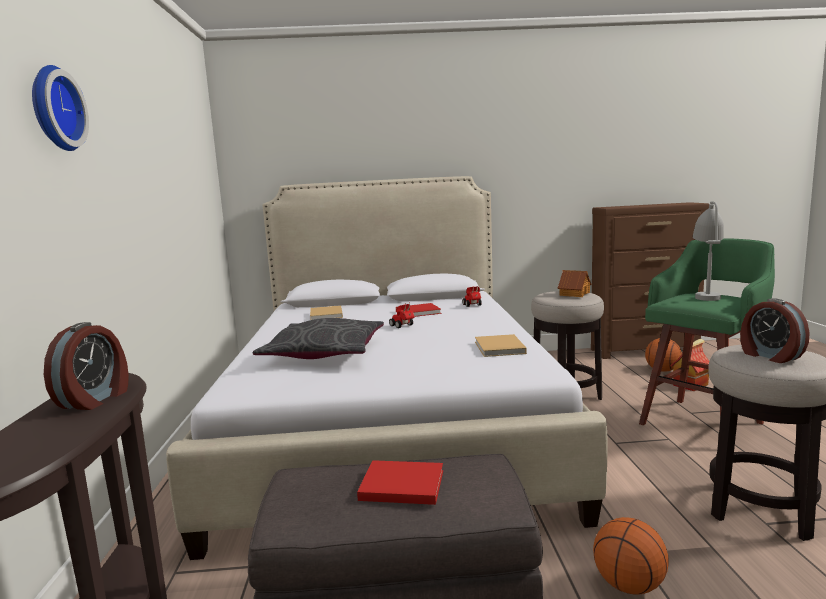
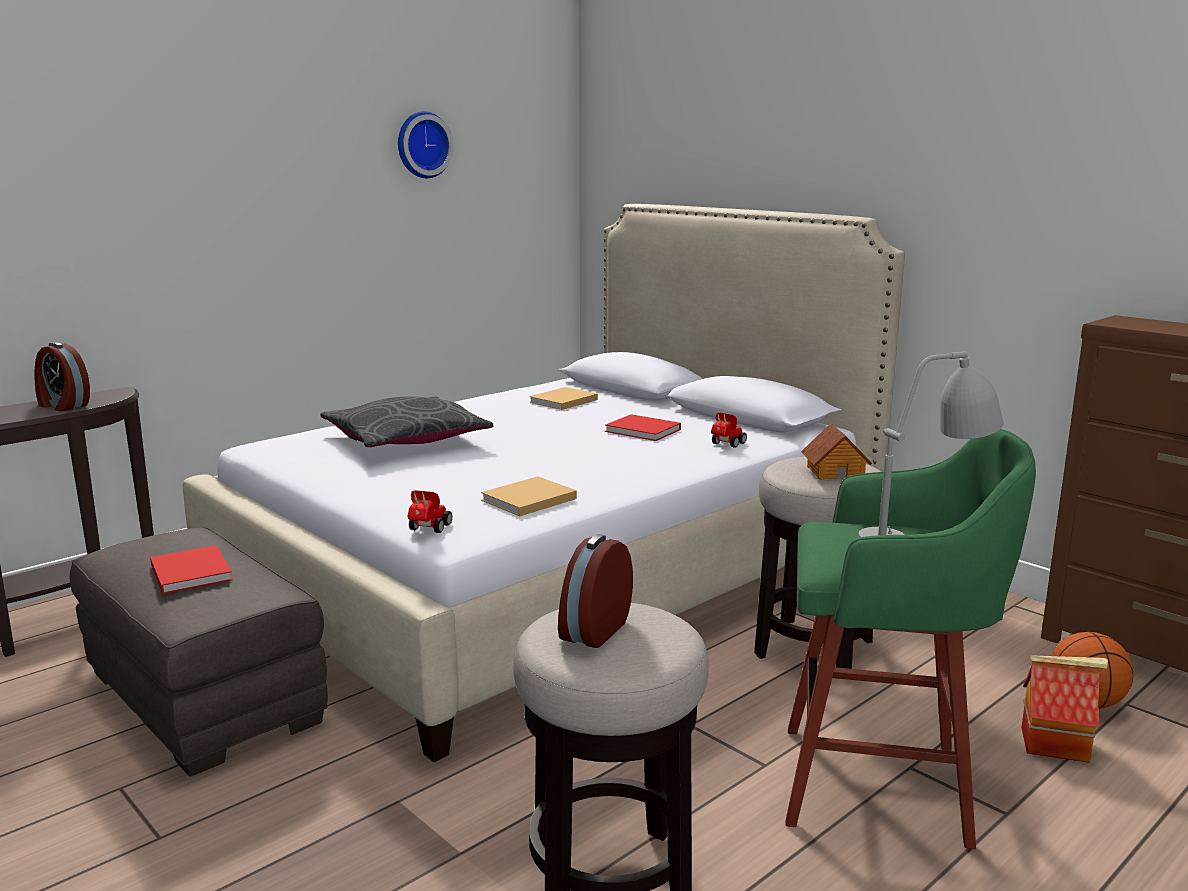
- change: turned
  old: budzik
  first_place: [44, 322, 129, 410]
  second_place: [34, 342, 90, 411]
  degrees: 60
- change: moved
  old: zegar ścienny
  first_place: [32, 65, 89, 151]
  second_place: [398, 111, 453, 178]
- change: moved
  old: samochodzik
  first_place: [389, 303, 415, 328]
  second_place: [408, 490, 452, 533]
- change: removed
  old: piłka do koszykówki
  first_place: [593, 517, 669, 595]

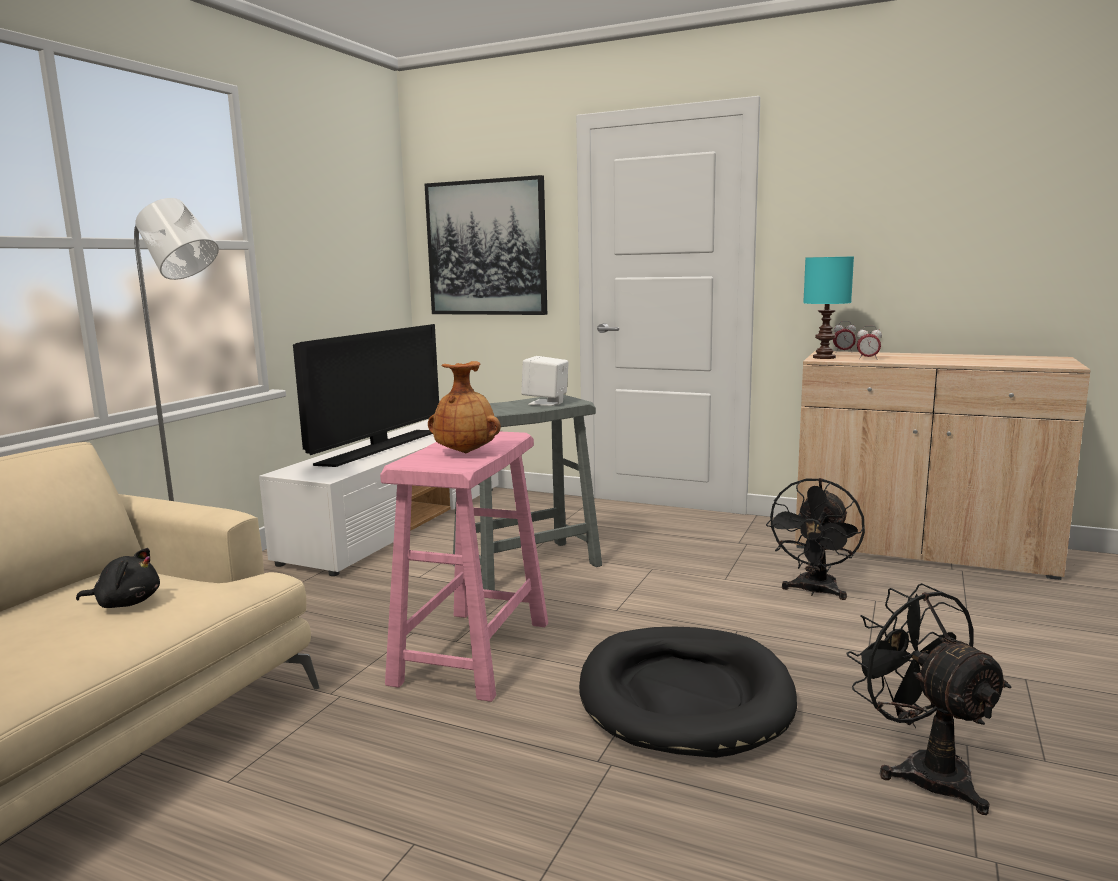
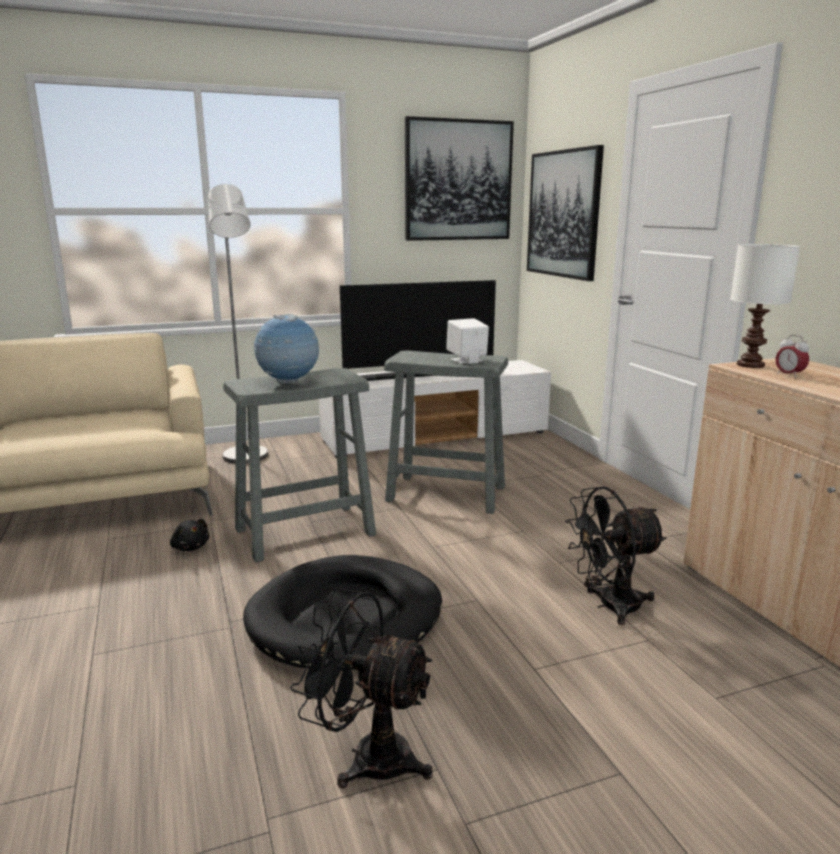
- change: moved
  old: pluszak (czarny)
  first_place: [76, 548, 160, 608]
  second_place: [170, 519, 209, 551]
- change: recoloured
  old: stołek (różowy)
  new: stołek (szary)
  first_place: [380, 432, 548, 702]
  second_place: [223, 368, 376, 563]
- change: replaced
  old: wazon (brązowy)
  new: globus
  first_place: [428, 361, 501, 453]
  second_place: [253, 314, 319, 384]
- change: turned
  old: wentylator (czarny)
  first_place: [847, 583, 1012, 815]
  second_place: [290, 588, 433, 789]
  degrees: -90
- change: added
  new: obraz
  second_place: [405, 116, 514, 241]
- change: recoloured
  old: lampa stołowa (turkusowy)
  new: lampa stołowa (biały)
  first_place: [803, 256, 854, 359]
  second_place: [731, 244, 800, 368]
- change: removed
  old: budzik
  first_place: [833, 321, 856, 353]

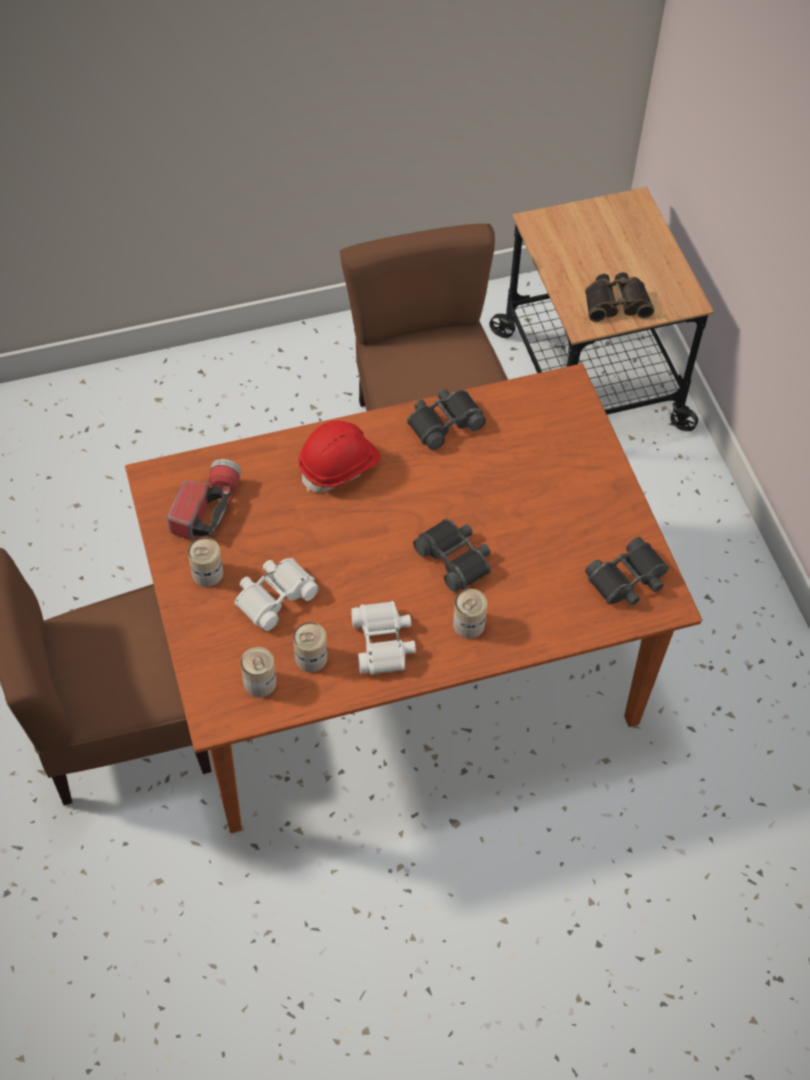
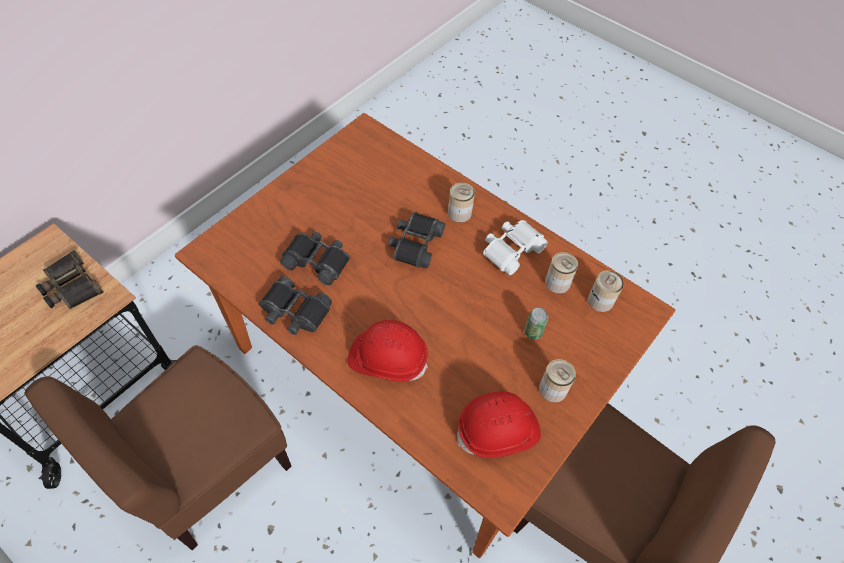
- change: moved
  old: lornetka (czarny)
  first_place: [585, 537, 669, 606]
  second_place: [280, 232, 350, 285]
- change: replaced
  old: latarka
  new: kask (czerwony)
  first_place: [167, 459, 241, 540]
  second_place: [457, 391, 541, 458]
- change: replaced
  old: lornetka (biały)
  new: puszka
  first_place: [235, 558, 319, 631]
  second_place: [524, 308, 548, 340]

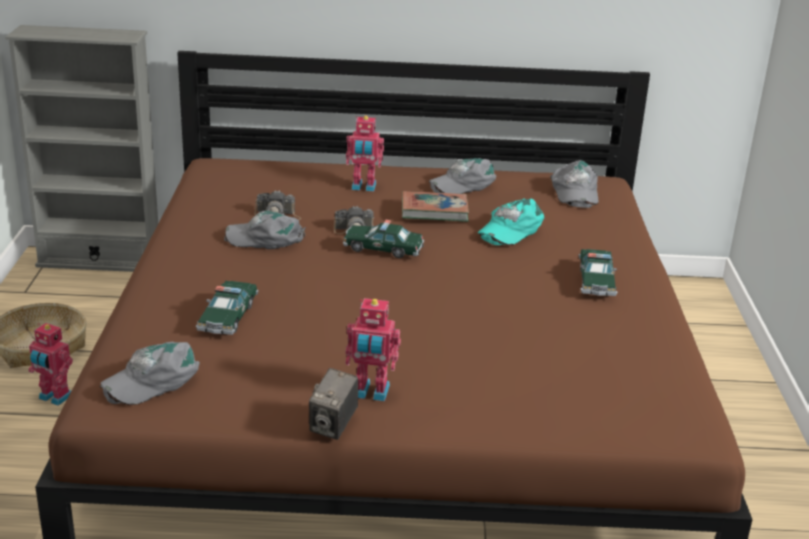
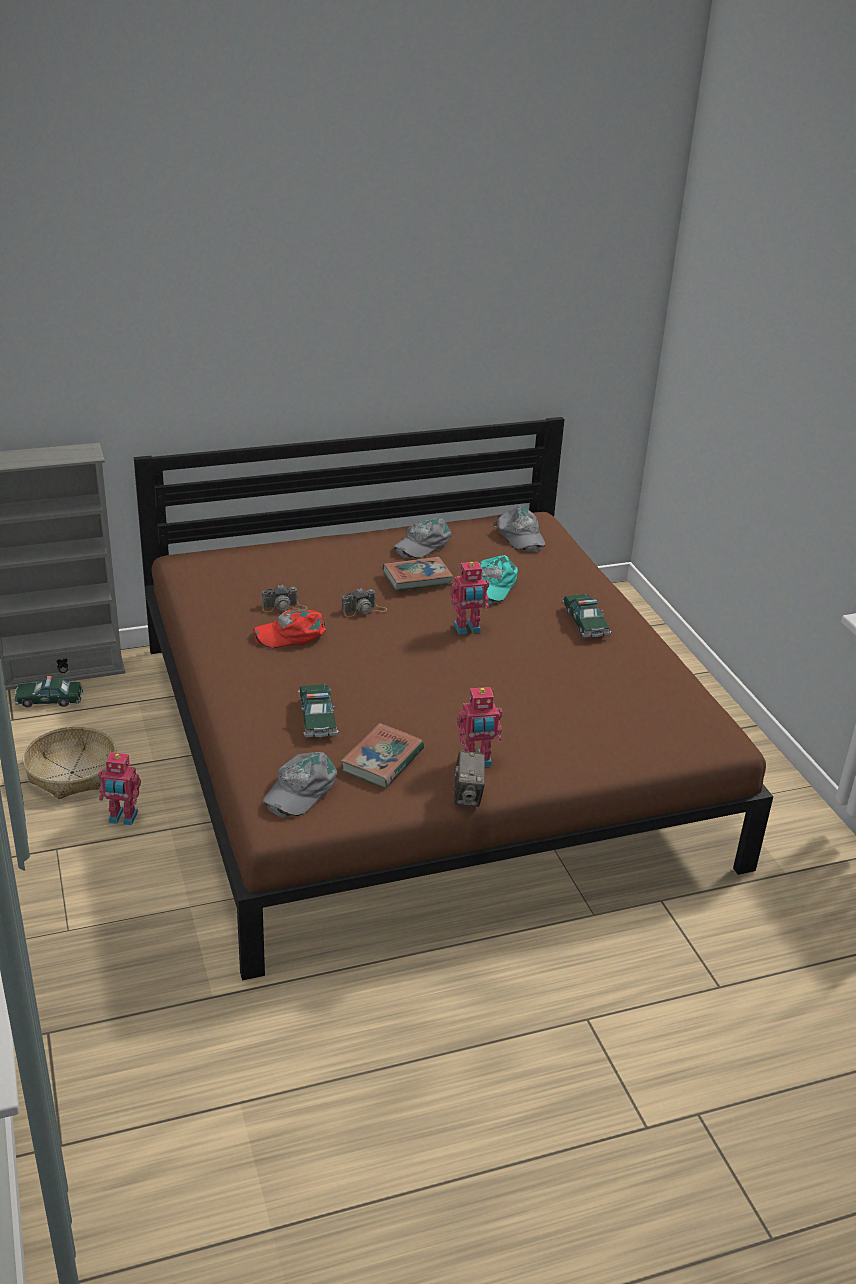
- change: moved
  old: samochodzik
  first_place: [343, 220, 424, 258]
  second_place: [14, 676, 83, 707]
- change: recoloured
  old: czapka z daszkiem (szary)
  new: czapka z daszkiem (czerwony)
  first_place: [224, 211, 306, 249]
  second_place: [253, 610, 326, 648]
- change: added
  new: książka
  second_place: [341, 723, 424, 788]
- change: moved
  old: robot zabawkowy
  first_place: [346, 116, 384, 191]
  second_place: [450, 562, 489, 635]

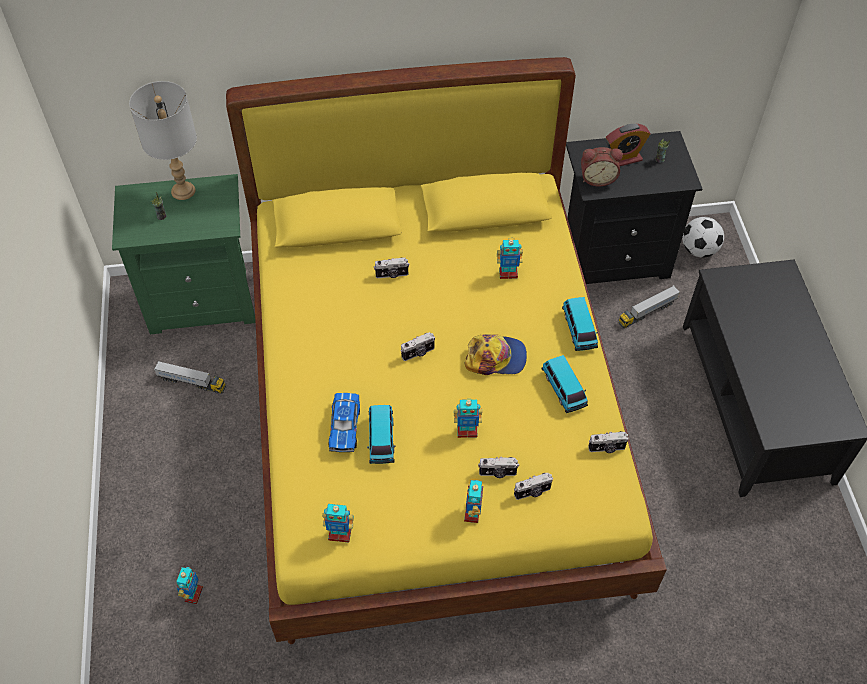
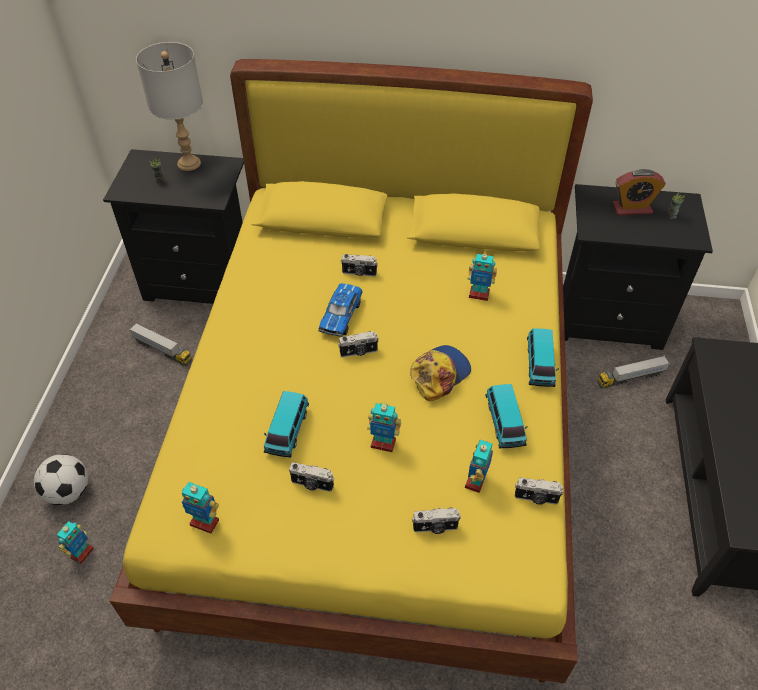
- change: moved
  old: piłka futbolowa
  first_place: [682, 217, 724, 258]
  second_place: [34, 454, 88, 505]
- change: recoloured
  old: szafka nocna (zielony)
  new: szafka nocna (czarny)
  first_place: [112, 174, 256, 334]
  second_place: [103, 149, 244, 304]
- change: moved
  old: aparat fotograficzny
  first_place: [478, 457, 519, 478]
  second_place: [289, 462, 334, 492]
- change: moved
  old: samochodzik
  first_place: [329, 393, 360, 452]
  second_place: [318, 283, 362, 337]
- change: turned
  old: czapka z daszkiem
  first_place: [464, 334, 527, 375]
  second_place: [410, 345, 471, 401]
  degrees: -60
- change: moved
  old: robot zabawkowy
  first_place: [464, 480, 483, 523]
  second_place: [465, 440, 493, 493]
- change: removed
  old: budzik
  first_place: [581, 147, 623, 186]

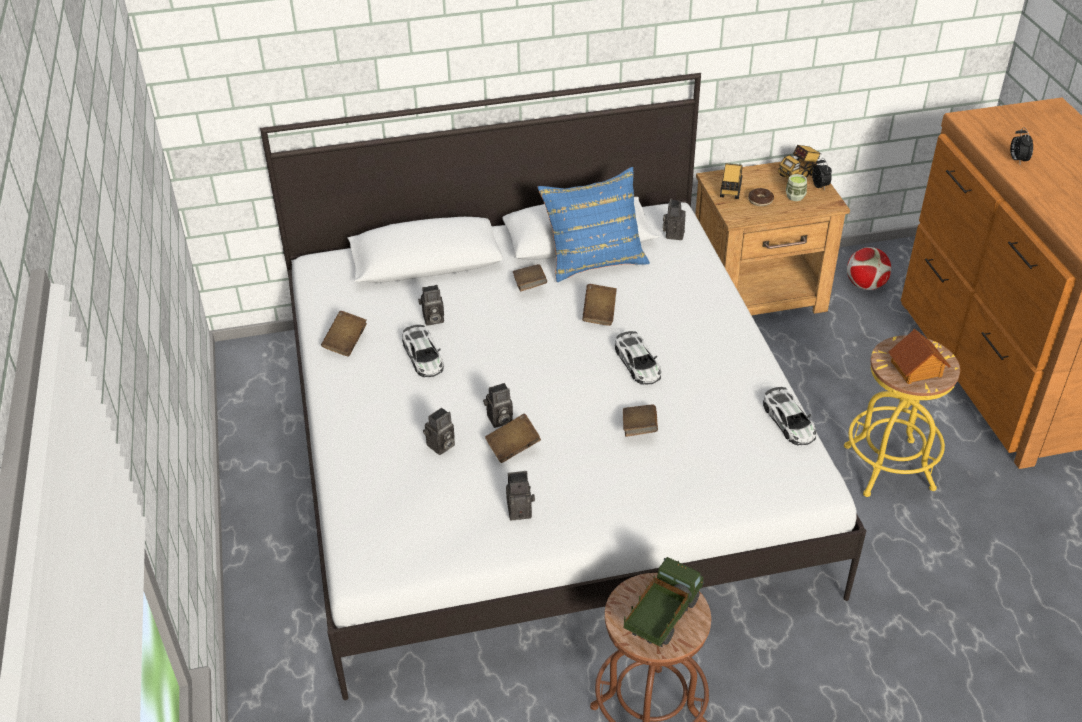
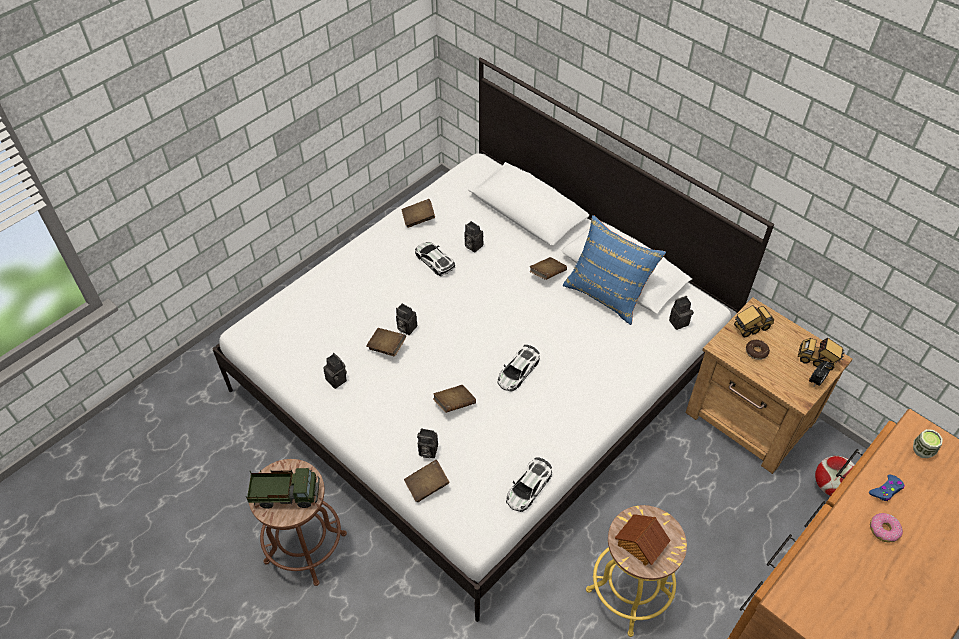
- change: moved
  old: książka (brązowy)
  first_place: [582, 284, 617, 326]
  second_place: [404, 460, 450, 502]
- change: turned
  old: samochodzik
  first_place: [402, 325, 444, 377]
  second_place: [415, 242, 455, 276]
  degrees: 105
- change: moved
  old: aparat fotograficzny
  first_place: [423, 408, 455, 455]
  second_place: [417, 428, 438, 459]
- change: replaced
  old: budzik
  new: pad do gier (niebieski)
  first_place: [1010, 127, 1033, 164]
  second_place: [869, 475, 905, 501]
- change: added
  new: donut
  second_place: [870, 513, 903, 543]
- change: moved
  old: filiżanka
  first_place: [786, 174, 807, 201]
  second_place: [913, 429, 943, 458]

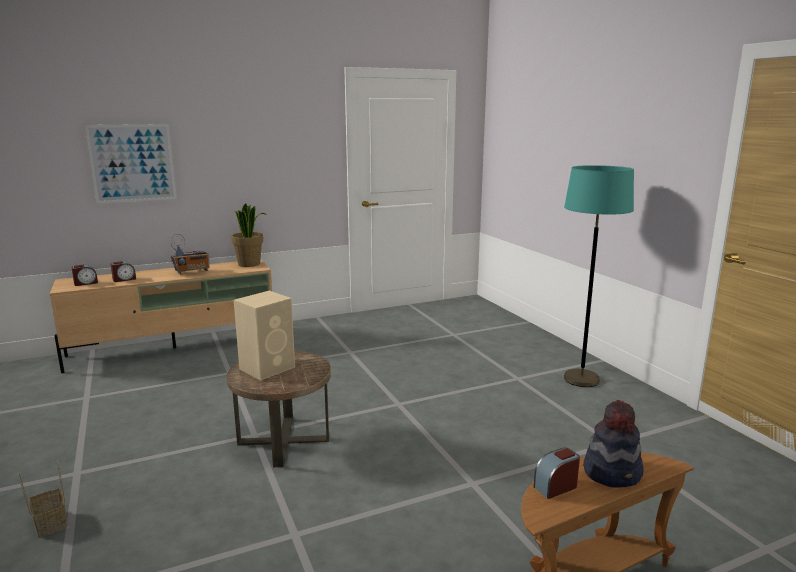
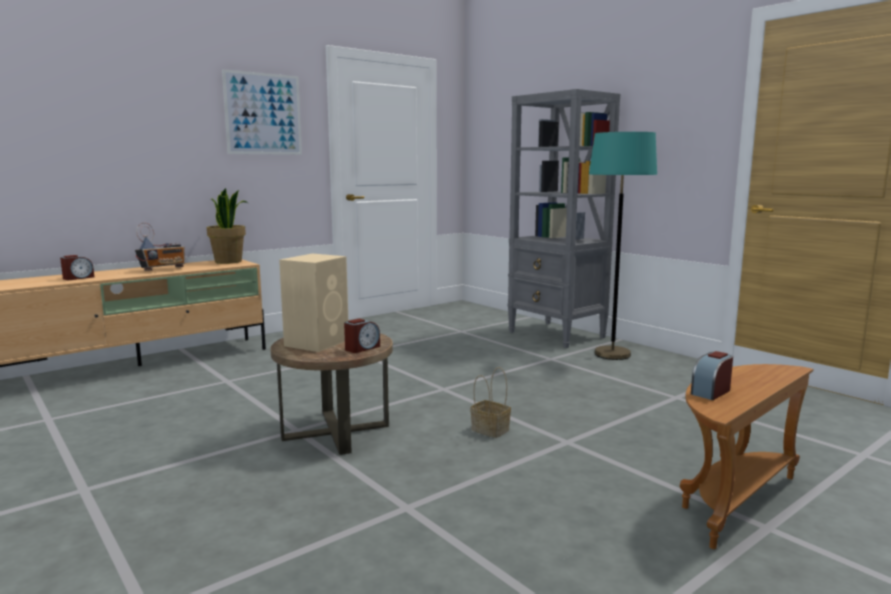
- change: moved
  old: obraz
  first_place: [85, 124, 177, 204]
  second_place: [222, 69, 302, 155]
- change: moved
  old: budzik
  first_place: [71, 265, 98, 286]
  second_place: [344, 319, 380, 353]
- change: moved
  old: koszyk
  first_place: [18, 460, 67, 538]
  second_place: [470, 367, 511, 438]
- change: added
  new: regał (szary)
  second_place: [507, 89, 620, 348]
- change: removed
  old: kapelusz
  first_place: [583, 400, 644, 488]

